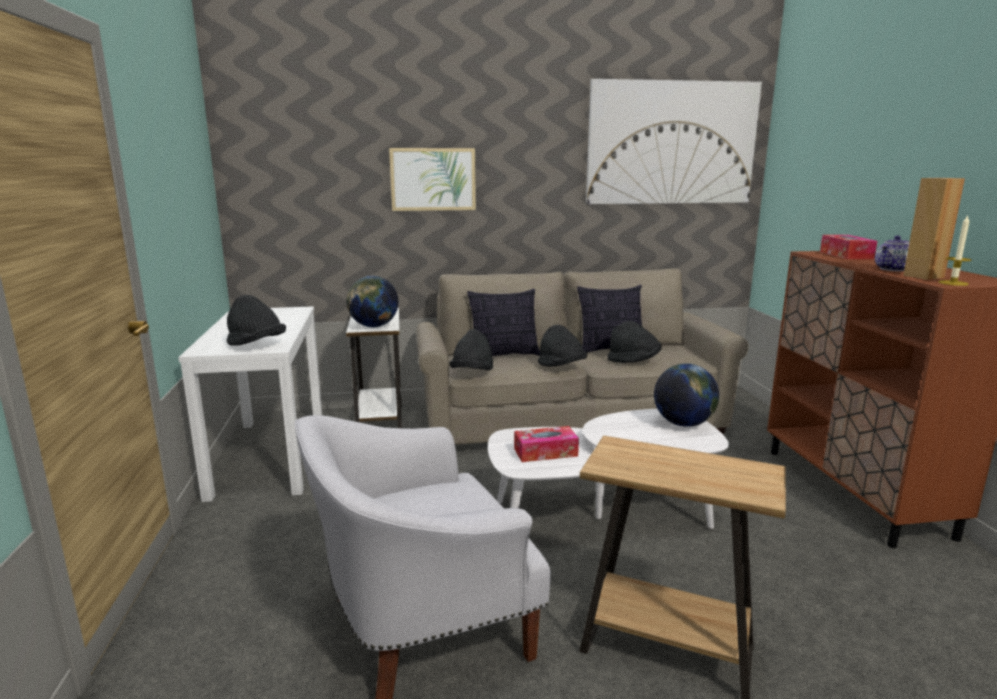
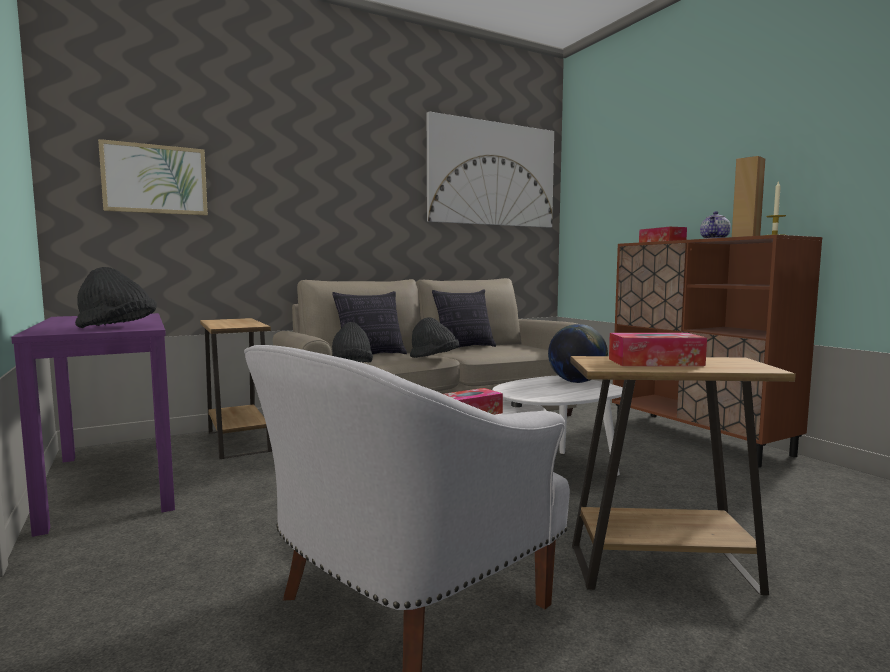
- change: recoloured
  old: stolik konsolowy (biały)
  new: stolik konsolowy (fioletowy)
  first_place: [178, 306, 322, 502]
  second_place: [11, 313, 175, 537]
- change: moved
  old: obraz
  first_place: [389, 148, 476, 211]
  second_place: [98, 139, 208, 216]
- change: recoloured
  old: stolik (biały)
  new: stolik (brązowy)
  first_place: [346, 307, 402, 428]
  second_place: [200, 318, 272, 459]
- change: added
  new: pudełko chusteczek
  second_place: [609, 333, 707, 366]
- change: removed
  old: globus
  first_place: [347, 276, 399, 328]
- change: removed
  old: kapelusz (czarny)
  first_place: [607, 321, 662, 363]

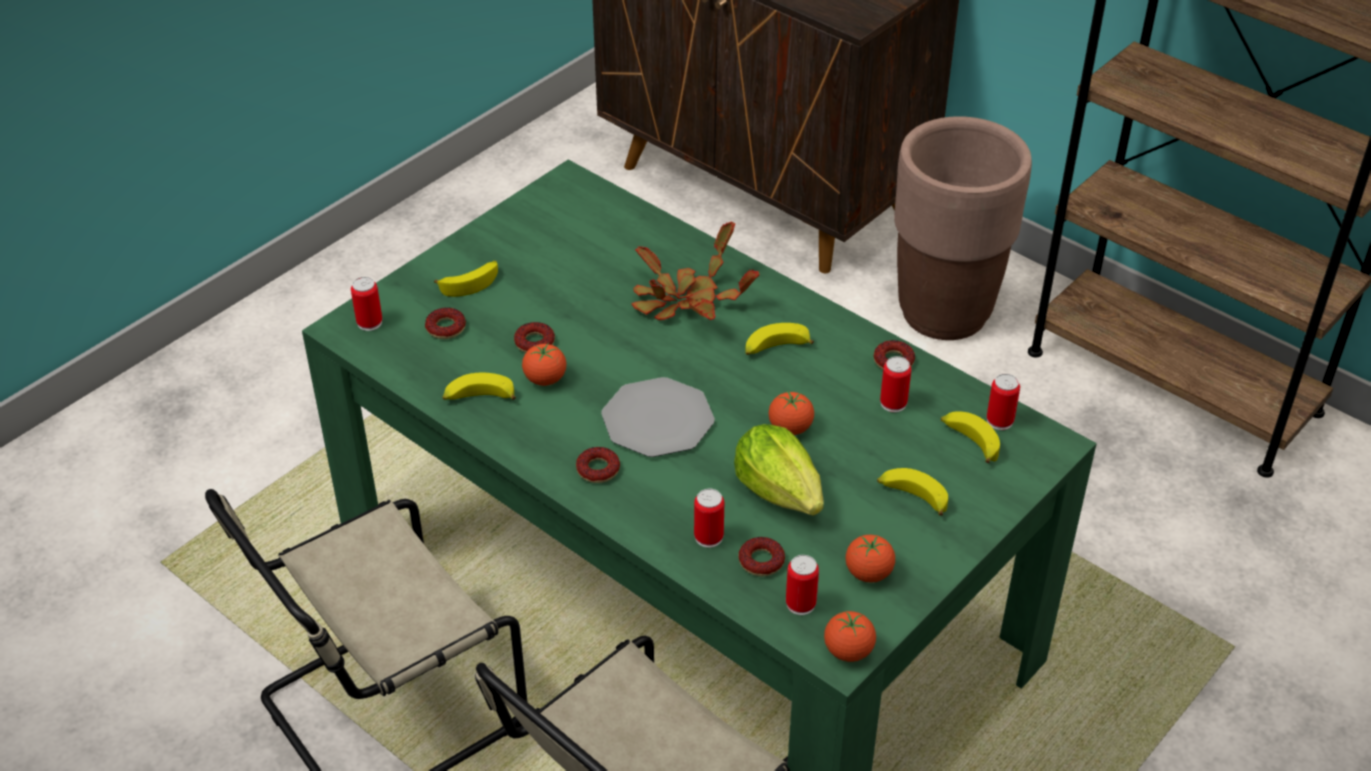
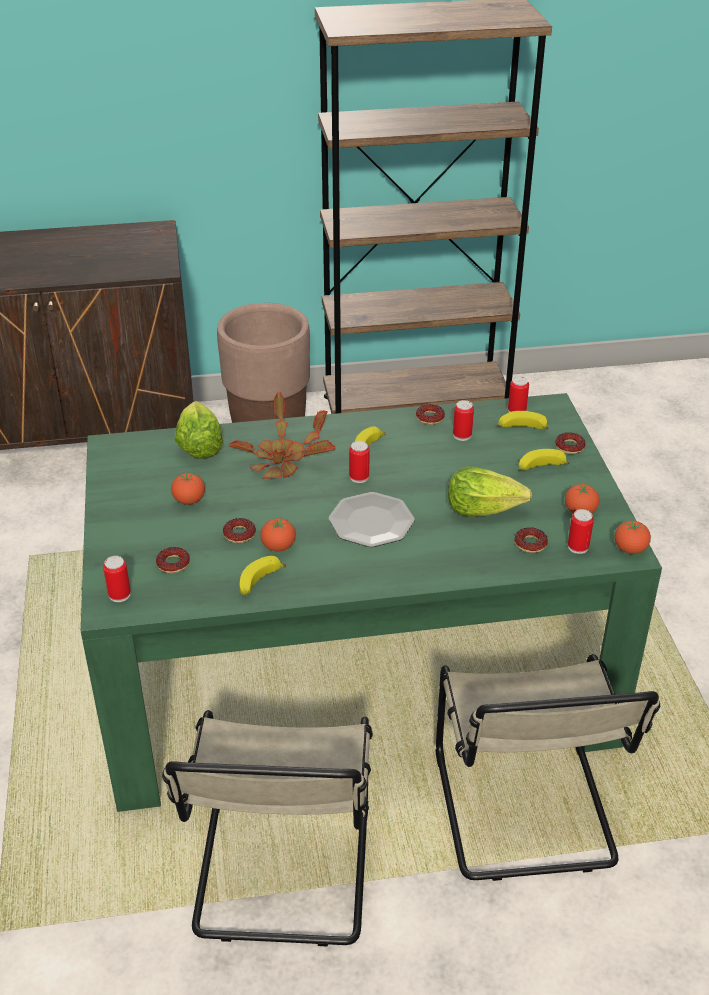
- change: moved
  old: pomidor
  first_place: [769, 392, 814, 435]
  second_place: [171, 473, 205, 505]
- change: added
  new: sałata
  second_place: [175, 401, 223, 459]
- change: moved
  old: puszka
  first_place: [694, 489, 724, 548]
  second_place: [349, 441, 370, 483]
- change: moved
  old: donut
  first_place: [576, 447, 620, 483]
  second_place: [555, 432, 586, 454]
- change: removed
  old: banan
  first_place: [434, 261, 498, 297]

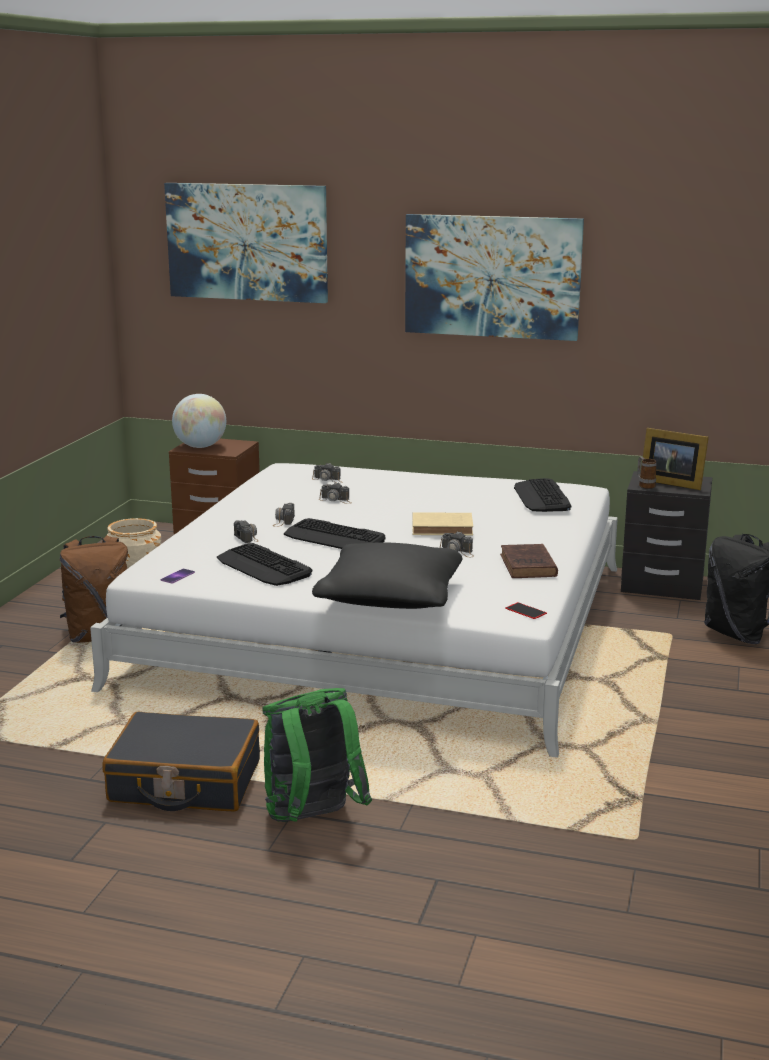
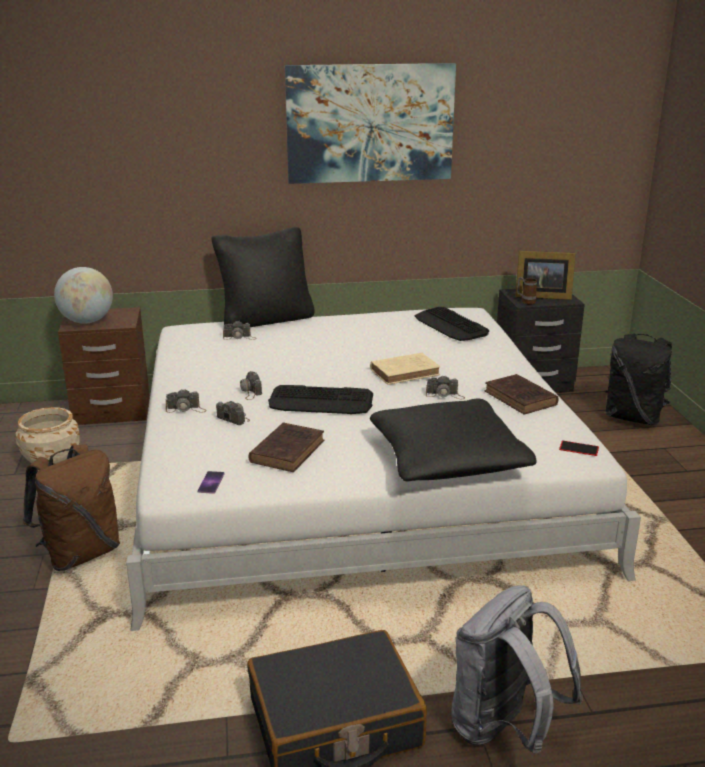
- change: moved
  old: aparat fotograficzny
  first_place: [319, 482, 351, 504]
  second_place: [166, 389, 206, 413]
- change: added
  new: poduszka (czarny)
  second_place: [211, 227, 315, 327]
- change: replaced
  old: klawiatura
  new: książka (brązowy)
  first_place: [217, 543, 312, 586]
  second_place: [249, 422, 324, 472]
- change: recoloured
  old: plecak (zielony)
  new: plecak (szary)
  first_place: [262, 688, 372, 822]
  second_place: [451, 585, 582, 753]
- change: removed
  old: obraz
  first_place: [164, 183, 328, 303]

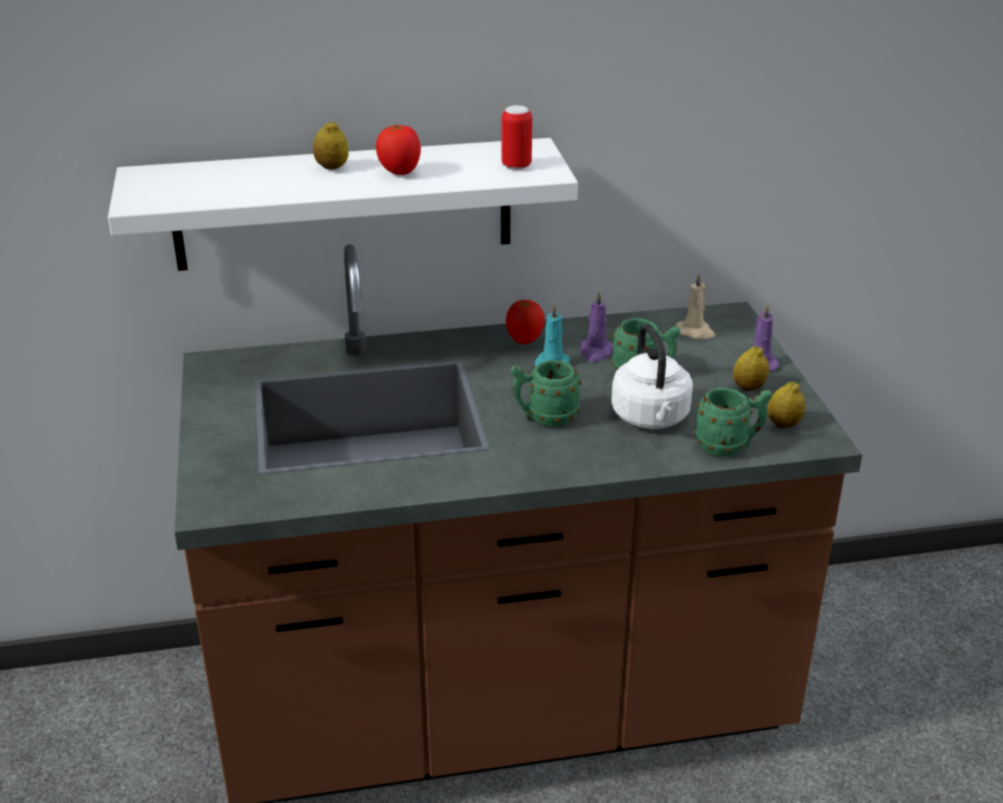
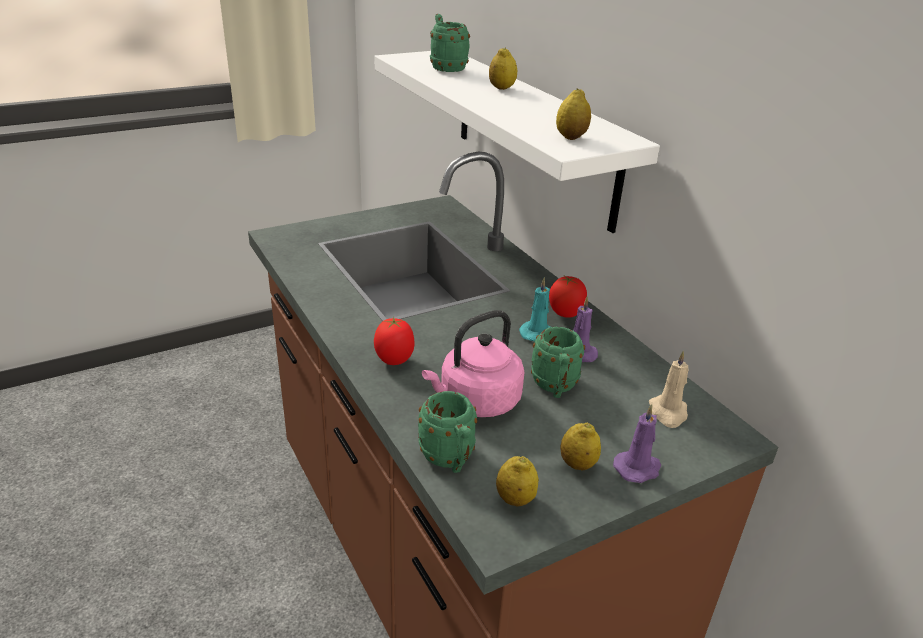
- change: moved
  old: pomidor
  first_place: [376, 124, 421, 175]
  second_place: [374, 317, 414, 365]
- change: recoloured
  old: czajnik (biały)
  new: czajnik (różowy)
  first_place: [611, 323, 693, 429]
  second_place: [422, 310, 525, 417]
- change: moved
  old: kubek (zielony)
  first_place: [510, 360, 581, 427]
  second_place: [430, 14, 470, 72]
- change: replaced
  old: puszka
  new: cytryna
  first_place: [502, 105, 532, 170]
  second_place: [556, 88, 591, 140]

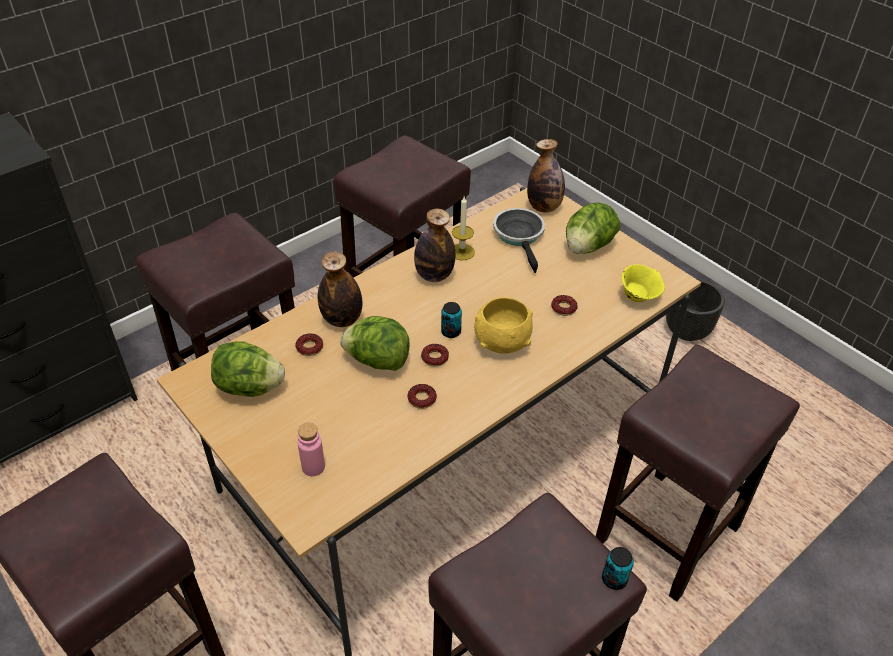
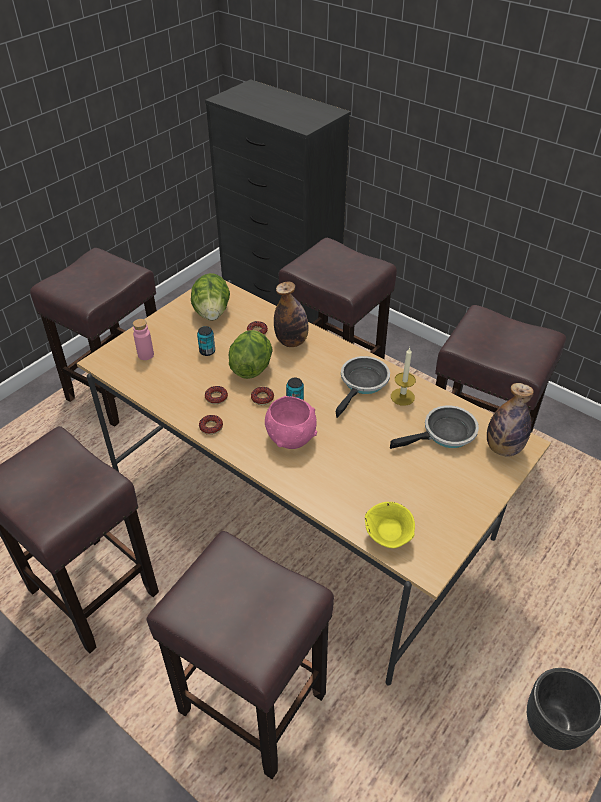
- change: moved
  old: puszka
  first_place: [602, 547, 634, 590]
  second_place: [197, 326, 215, 356]
- change: moved
  old: donut
  first_place: [551, 295, 578, 316]
  second_place: [199, 415, 223, 435]
- change: recoloured
  old: miska (żółty)
  new: miska (różowy)
  first_place: [474, 297, 533, 354]
  second_place: [265, 396, 317, 449]
- change: replaced
  old: butelka
  new: patelnia
  first_place: [414, 209, 455, 282]
  second_place: [336, 356, 390, 418]
- change: removed
  old: sałata
  first_place: [566, 202, 620, 254]

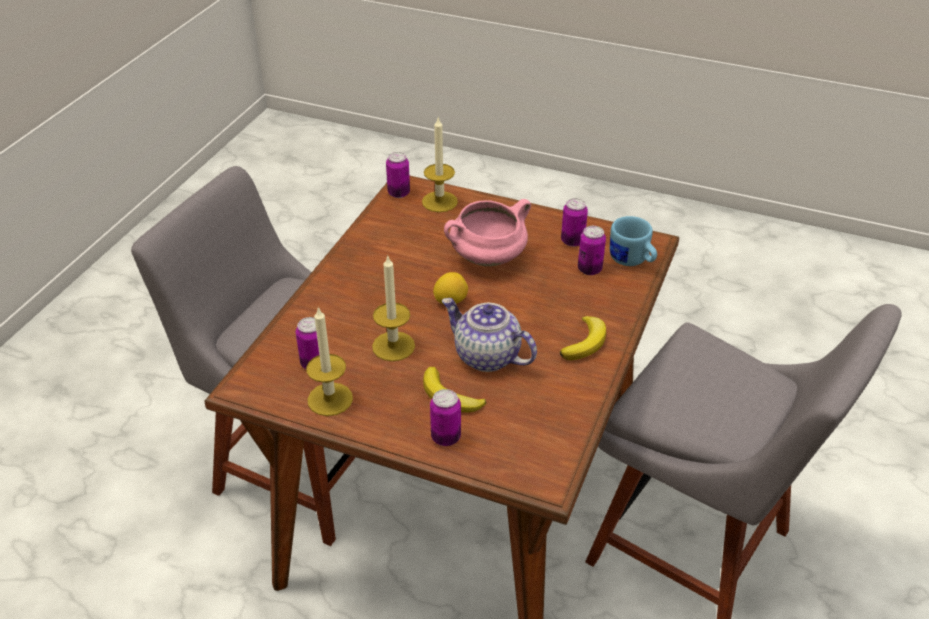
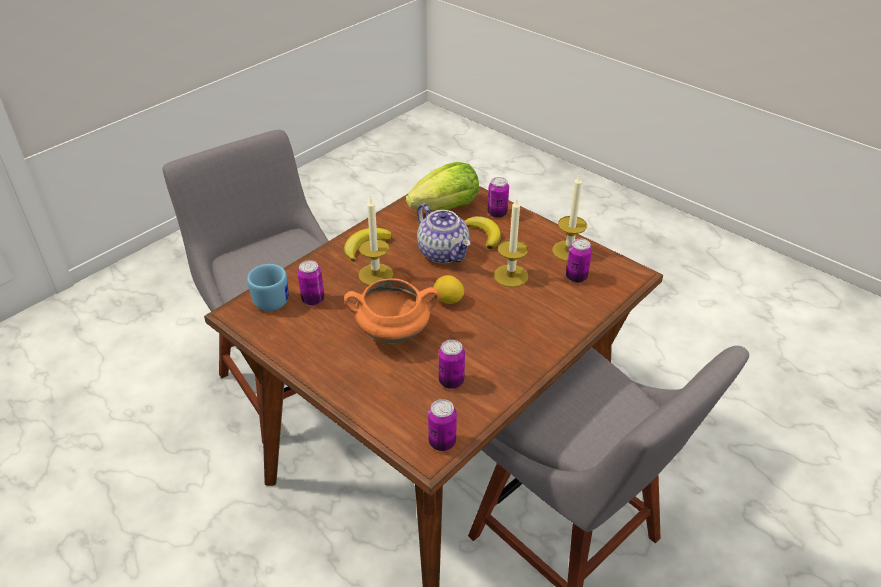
- change: recoloured
  old: garnek (różowy)
  new: garnek (pomarańczowy)
  first_place: [444, 199, 531, 266]
  second_place: [344, 278, 439, 343]
- change: moved
  old: świeca
  first_place: [422, 118, 458, 212]
  second_place: [358, 196, 393, 285]
- change: added
  new: sałata
  second_place: [406, 162, 479, 211]
- change: moved
  old: puszka
  first_place: [561, 198, 588, 247]
  second_place: [439, 340, 465, 389]

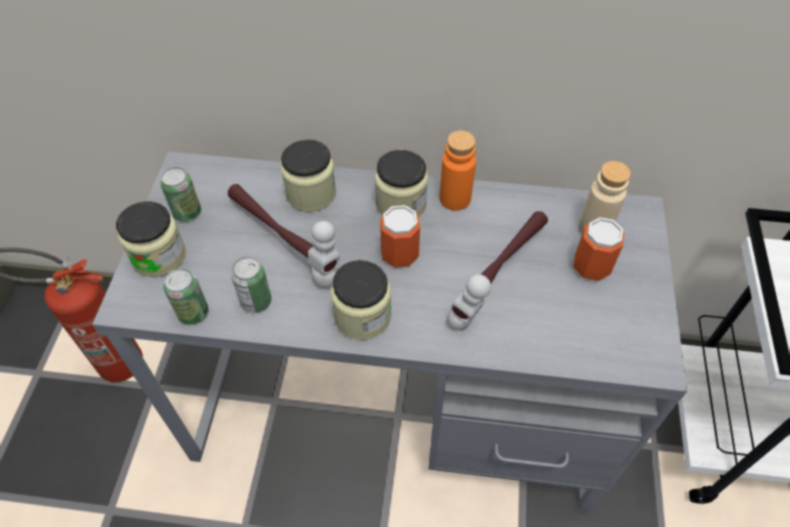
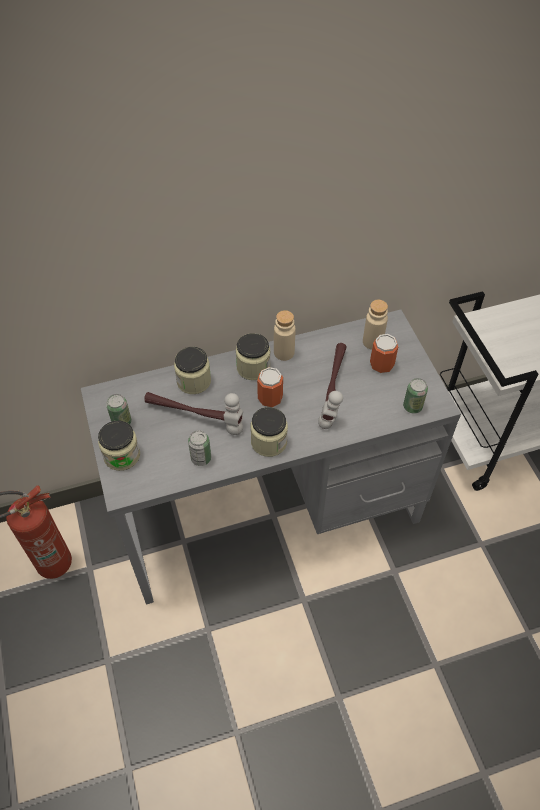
- change: recoloured
  old: butelka (pomarańczowy)
  new: butelka (beżowy)
  first_place: [440, 130, 476, 211]
  second_place: [274, 310, 296, 361]
- change: moved
  old: puszka
  first_place: [164, 268, 209, 325]
  second_place: [403, 378, 428, 414]

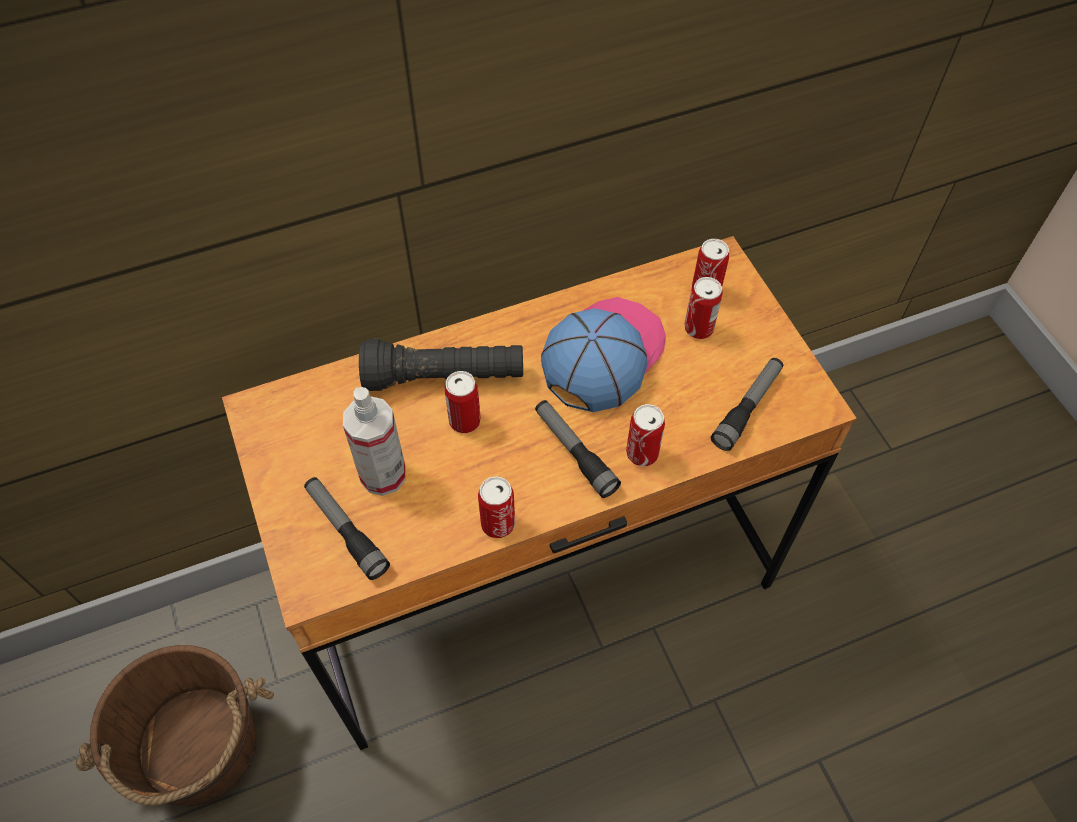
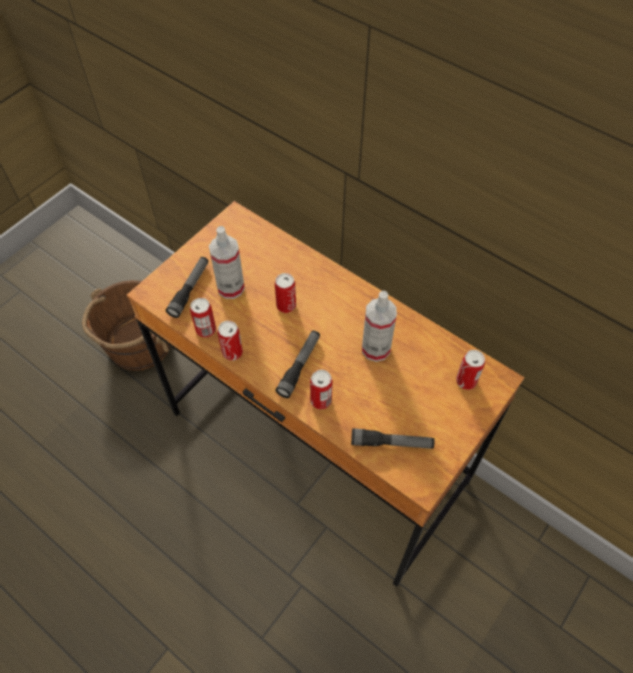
- change: moved
  old: puszka
  first_place: [684, 277, 723, 339]
  second_place: [190, 298, 216, 338]
- change: replaced
  old: czapka z daszkiem
  new: spryskiwacz
  first_place: [541, 297, 666, 412]
  second_place: [362, 291, 397, 362]
- change: removed
  old: latarka (czarny)
  first_place: [359, 339, 523, 391]

